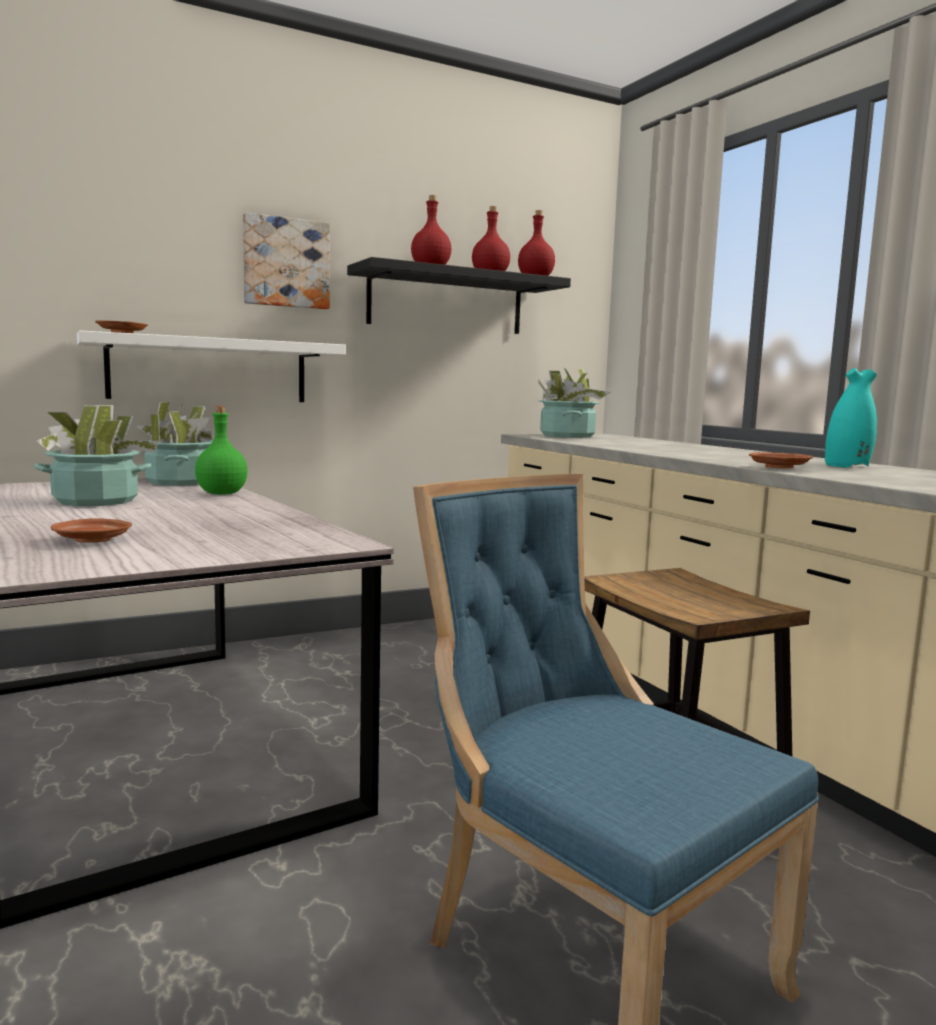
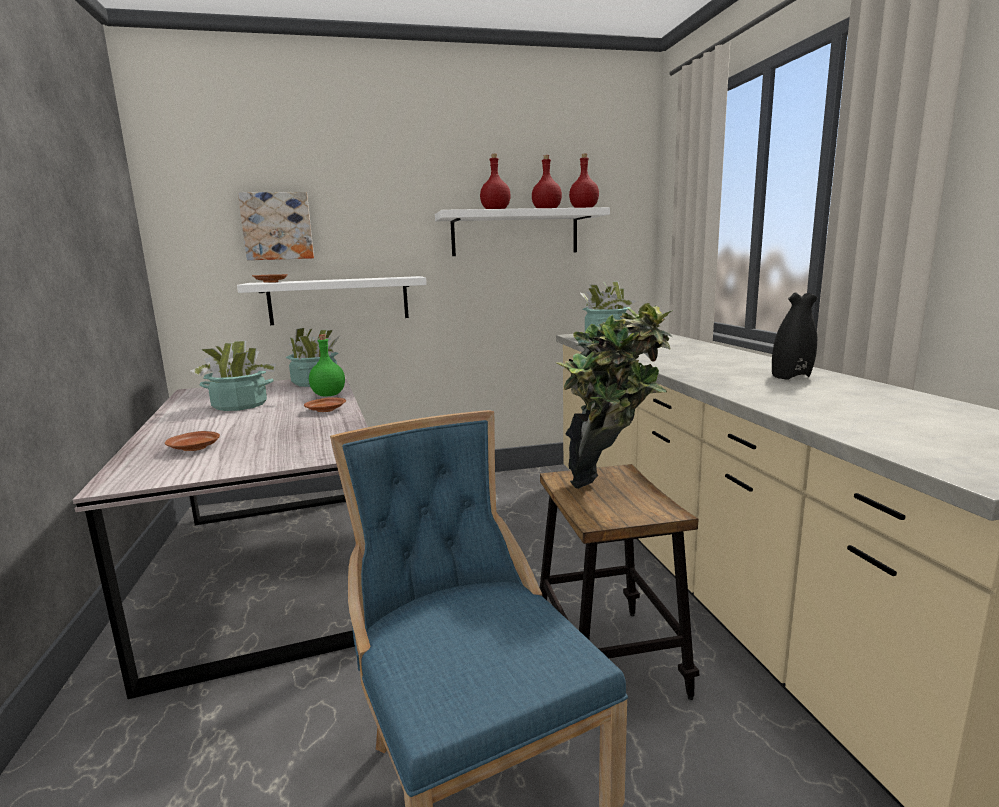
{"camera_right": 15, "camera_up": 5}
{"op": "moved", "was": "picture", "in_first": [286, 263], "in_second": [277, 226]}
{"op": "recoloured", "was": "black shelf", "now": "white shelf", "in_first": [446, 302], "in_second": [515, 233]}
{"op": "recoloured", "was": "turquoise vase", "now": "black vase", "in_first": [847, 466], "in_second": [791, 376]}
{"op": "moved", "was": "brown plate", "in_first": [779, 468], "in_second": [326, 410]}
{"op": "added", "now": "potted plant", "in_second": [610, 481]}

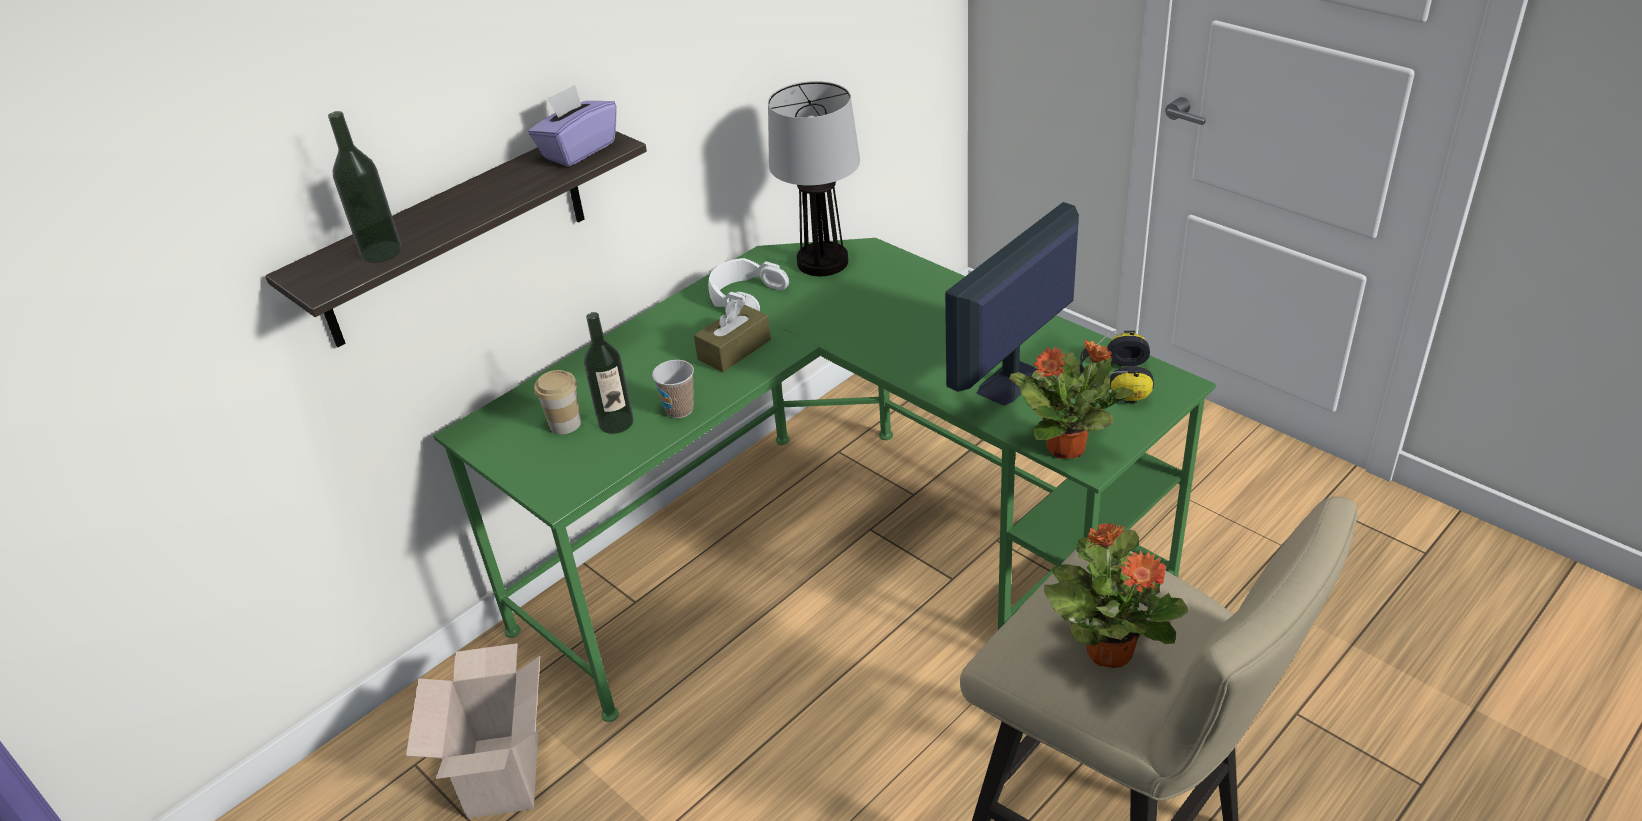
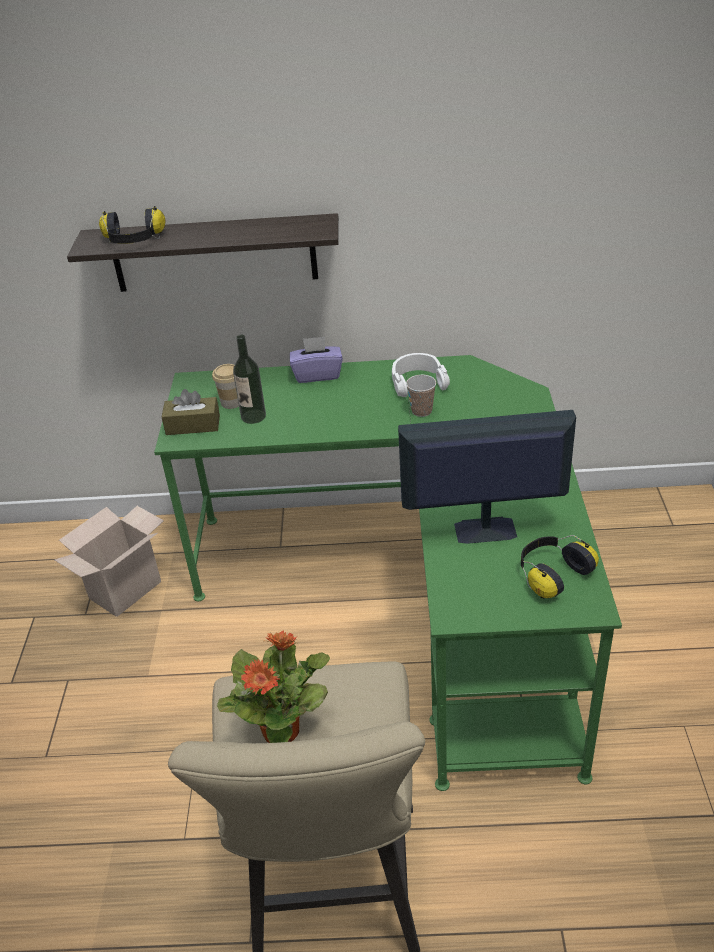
{"camera_right": 45, "camera_up": 0}
{"op": "removed", "was": "table lamp", "in_first": [822, 261]}
{"op": "moved", "was": "purple tissue box", "in_first": [578, 150], "in_second": [317, 374]}
{"op": "replaced", "was": "bottle", "now": "headphones", "in_first": [381, 252], "in_second": [134, 241]}
{"op": "moved", "was": "brown tissue box", "in_first": [734, 349], "in_second": [193, 425]}
{"op": "removed", "was": "potted plant", "in_first": [1067, 447]}
{"op": "moved", "was": "cup", "in_first": [679, 409], "in_second": [421, 411]}

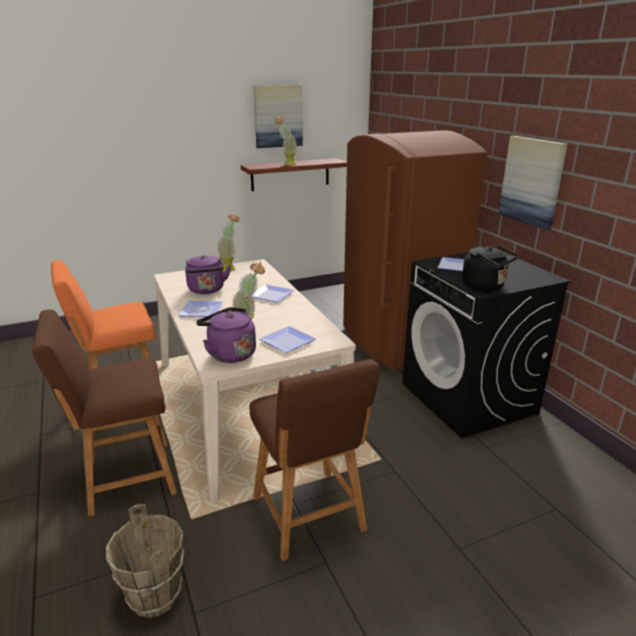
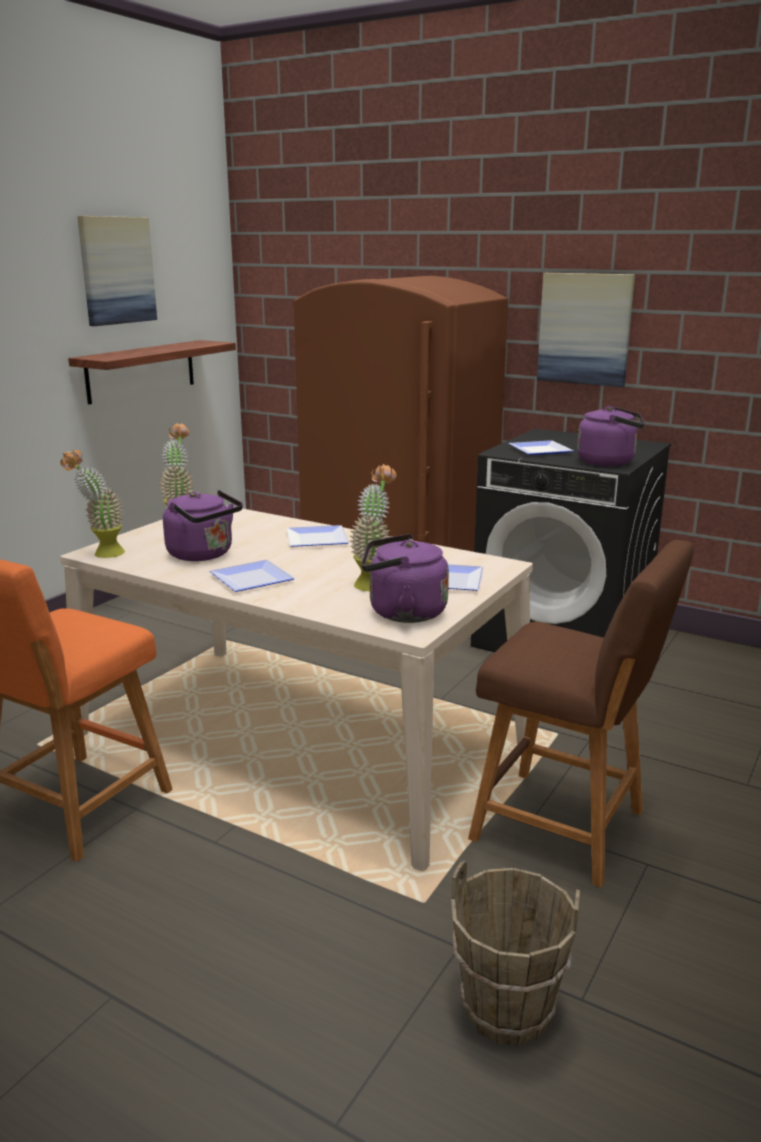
{"camera_right": -35, "camera_up": -5}
{"op": "moved", "was": "potted plant", "in_first": [286, 164], "in_second": [101, 554]}
{"op": "recoloured", "was": "black kettle", "now": "purple kettle", "in_first": [486, 286], "in_second": [609, 462]}
{"op": "removed", "was": "brown stool", "in_first": [125, 478]}

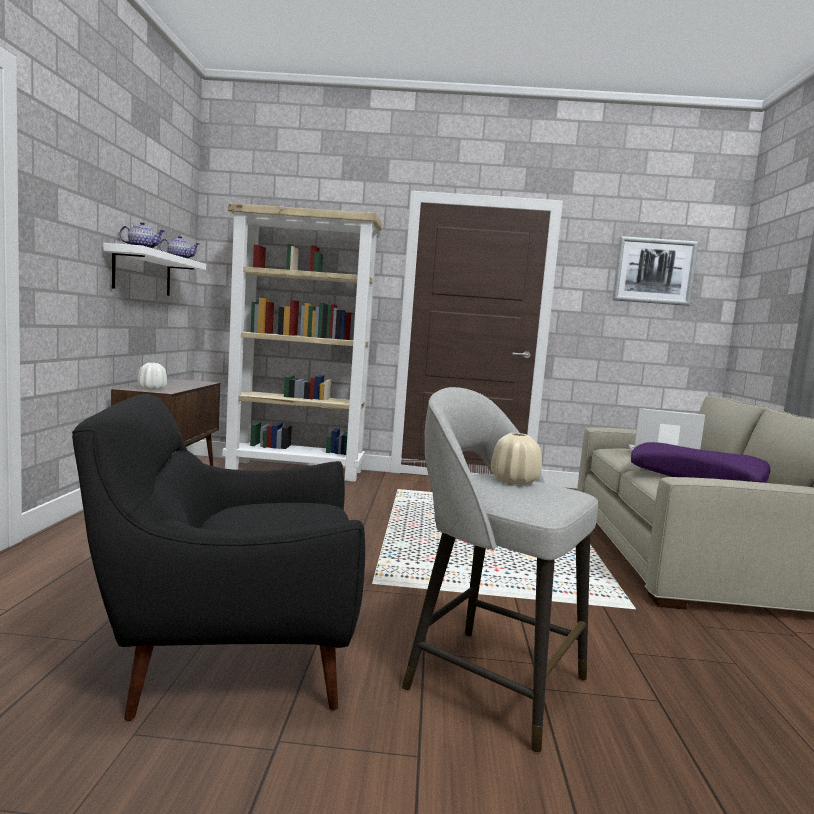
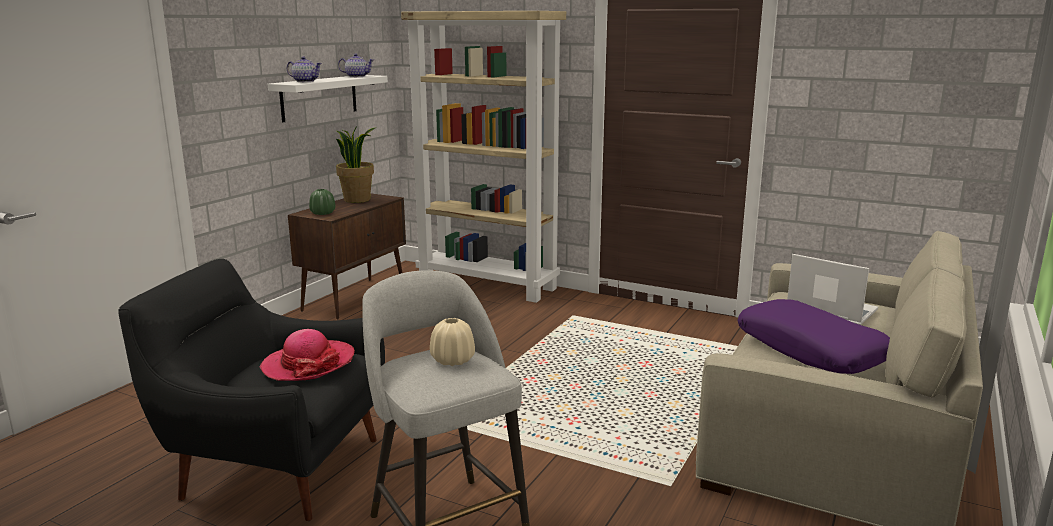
{"camera_right": 25, "camera_up": 10}
{"op": "removed", "was": "picture", "in_first": [654, 271]}
{"op": "recoloured", "was": "white vase", "now": "green vase", "in_first": [152, 389], "in_second": [322, 213]}
{"op": "added", "now": "potted plant", "in_second": [357, 199]}
{"op": "added", "now": "hat", "in_second": [308, 364]}

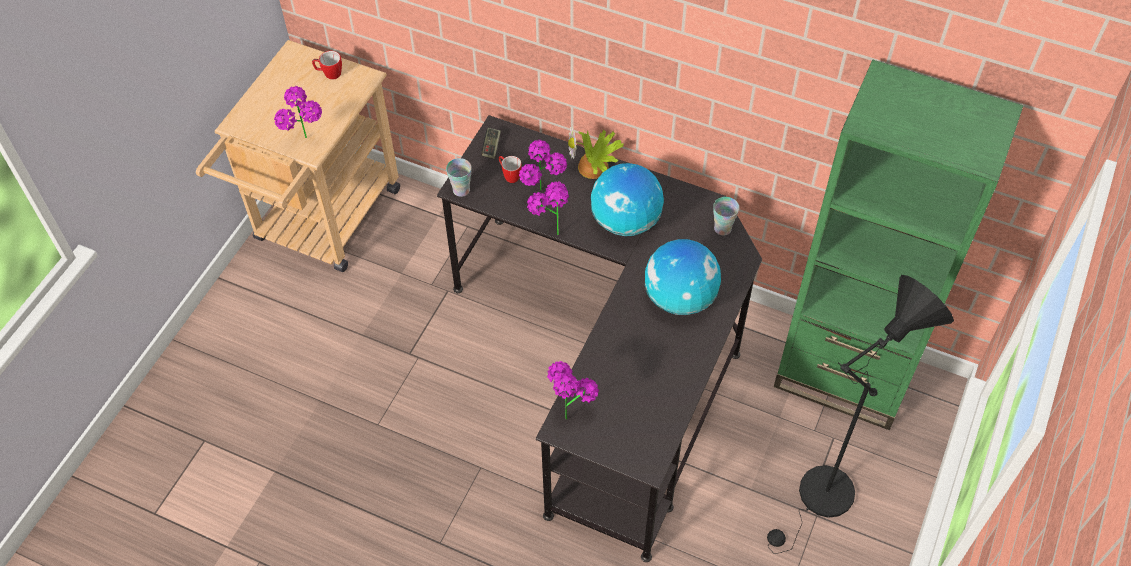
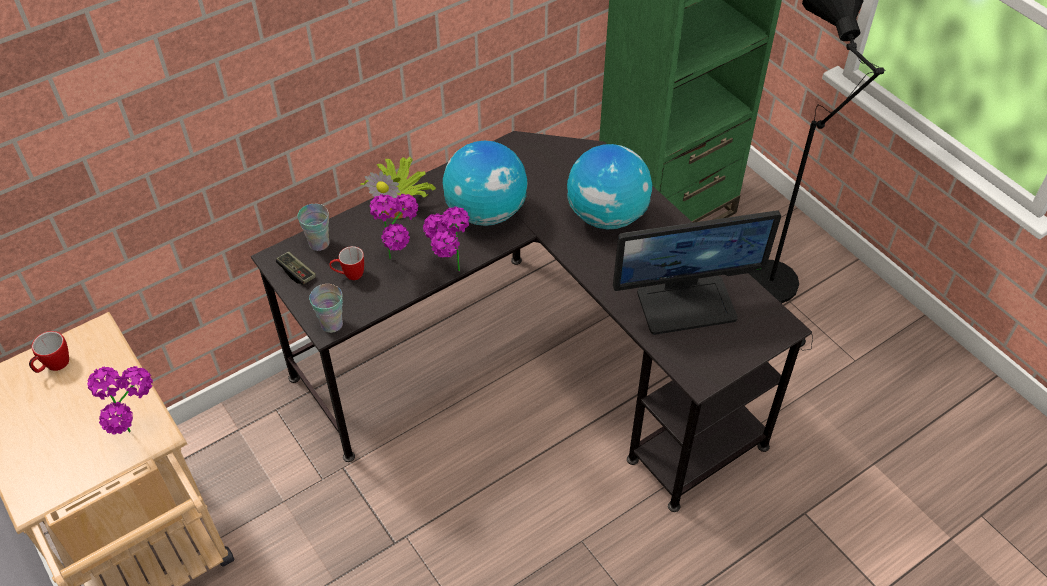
{"camera_right": -60, "camera_up": -5}
{"op": "moved", "was": "cup", "in_first": [722, 228], "in_second": [319, 243]}
{"op": "removed", "was": "potted plant", "in_first": [569, 411]}
{"op": "added", "now": "monitor", "in_second": [686, 303]}

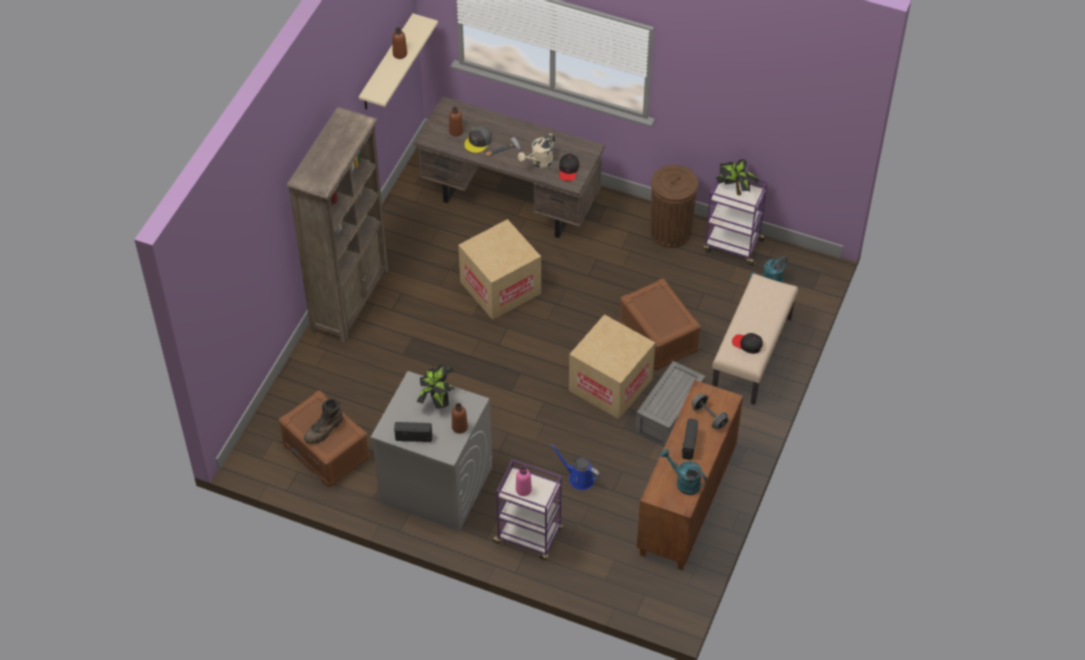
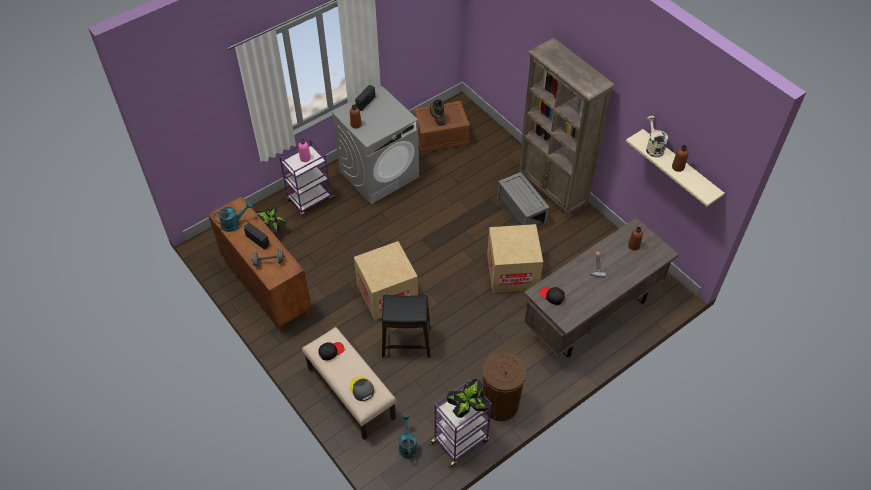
{"camera_right": 120, "camera_up": 0}
{"op": "moved", "was": "grey cap", "in_first": [478, 141], "in_second": [362, 389]}
{"op": "moved", "was": "beige watering can", "in_first": [539, 162], "in_second": [653, 147]}
{"op": "replaced", "was": "brown storage box", "now": "black stool", "in_first": [659, 337], "in_second": [406, 343]}
{"op": "moved", "was": "grey storage box", "in_first": [669, 416], "in_second": [520, 210]}
{"op": "moved", "was": "potted plant", "in_first": [437, 399], "in_second": [272, 230]}
{"op": "removed", "was": "blue watering can", "in_first": [579, 478]}

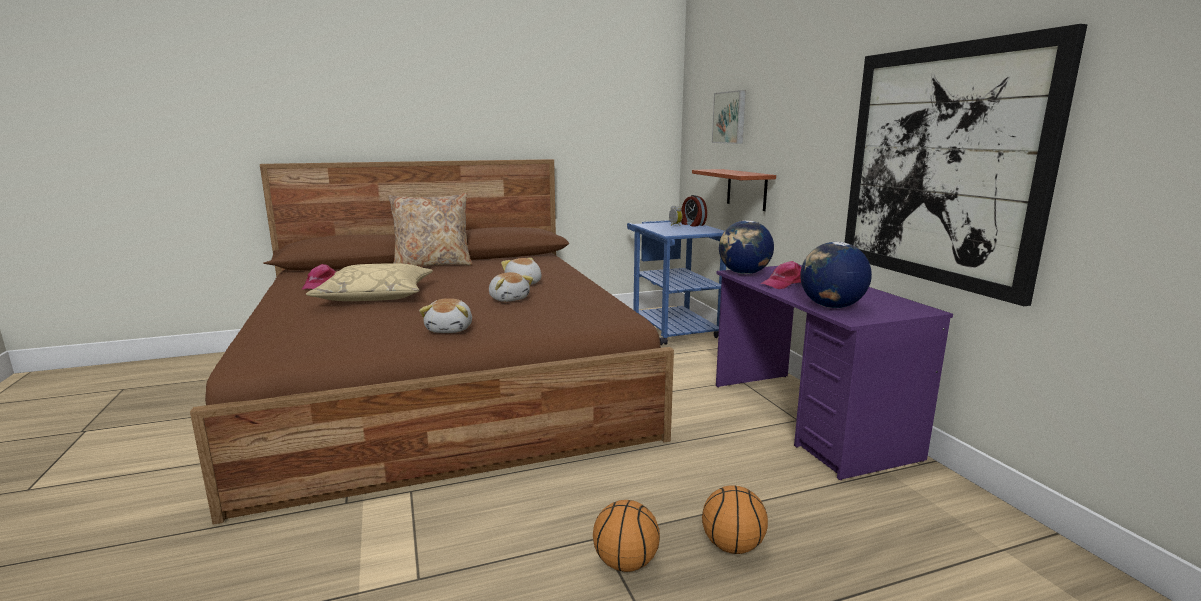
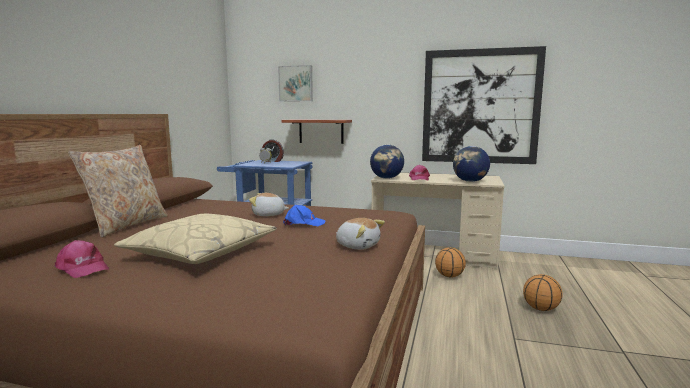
{"camera_right": -55, "camera_up": -5}
{"op": "recoloured", "was": "purple desk", "now": "beige desk", "in_first": [807, 419], "in_second": [434, 255]}
{"op": "replaced", "was": "plush toy", "now": "blue cap", "in_first": [509, 299], "in_second": [303, 223]}
{"op": "moved", "was": "basketball", "in_first": [625, 562], "in_second": [449, 276]}

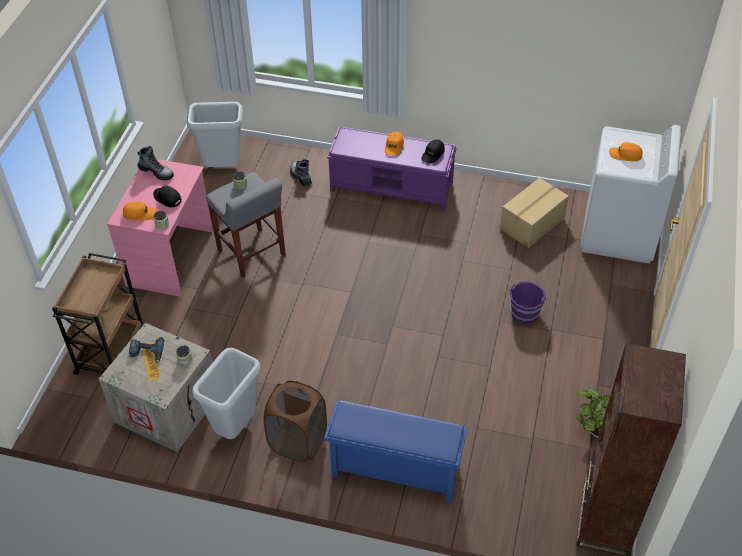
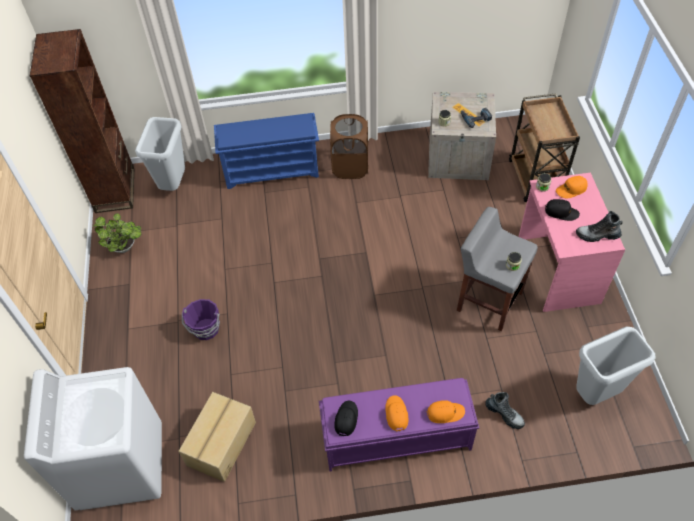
{"camera_right": 160, "camera_up": 5}
{"op": "moved", "was": "orange cap", "in_first": [625, 155], "in_second": [445, 413]}
{"op": "moved", "was": "grey trash can", "in_first": [235, 426], "in_second": [174, 185]}

